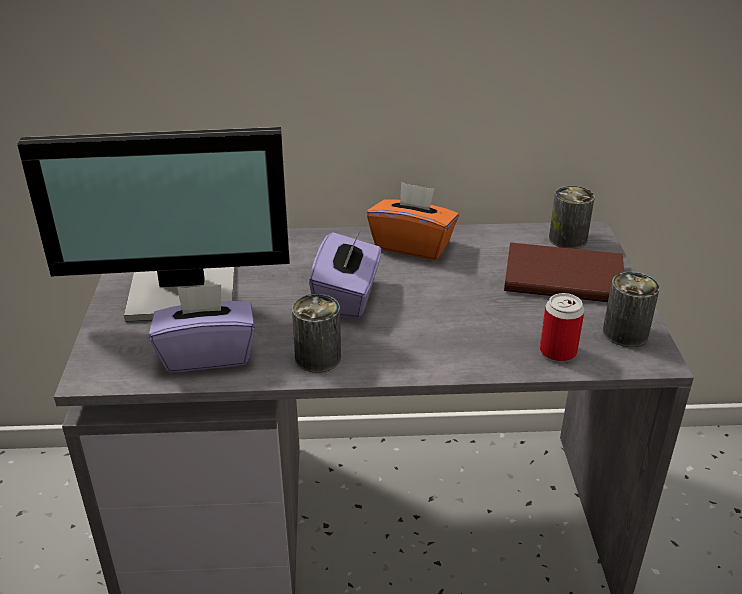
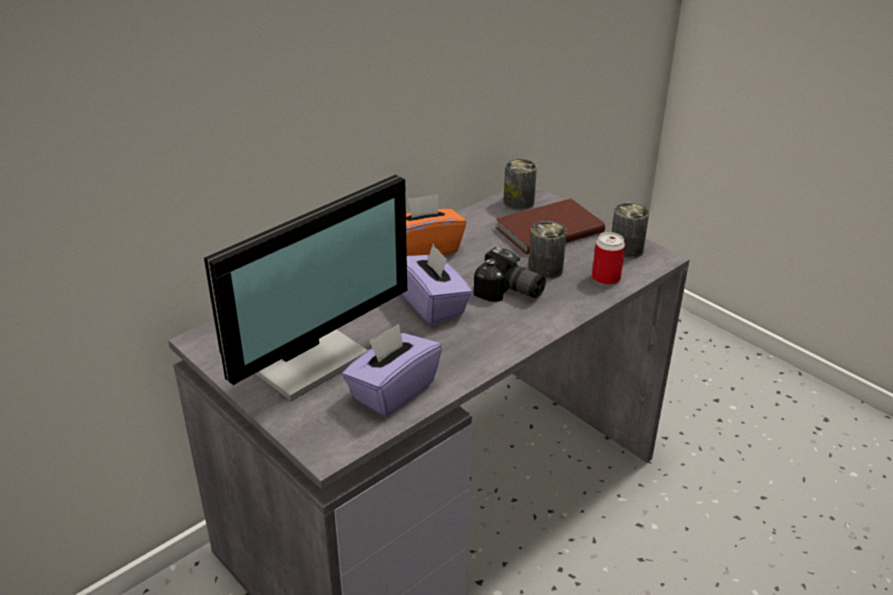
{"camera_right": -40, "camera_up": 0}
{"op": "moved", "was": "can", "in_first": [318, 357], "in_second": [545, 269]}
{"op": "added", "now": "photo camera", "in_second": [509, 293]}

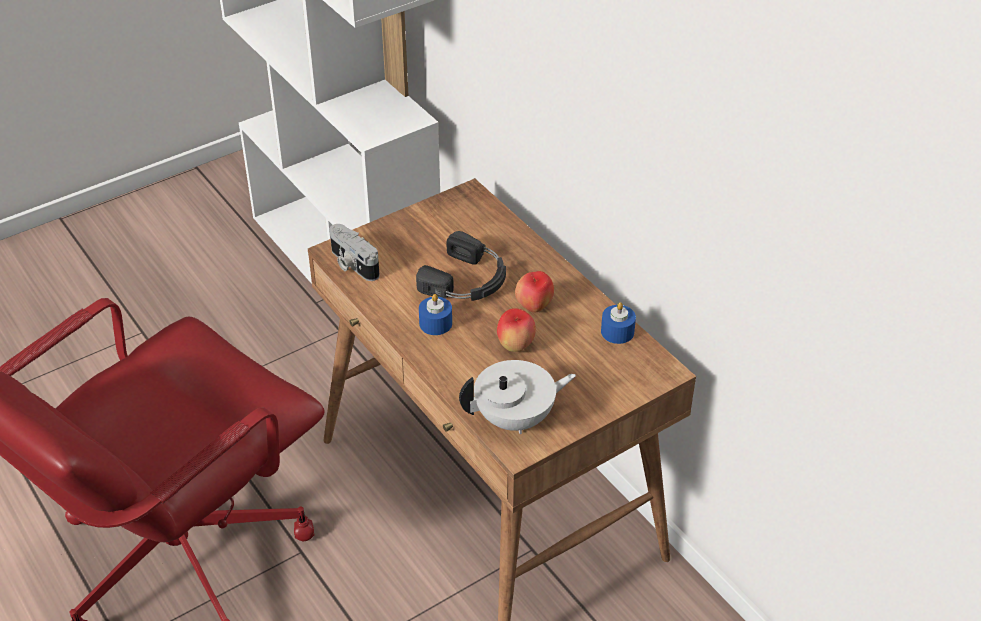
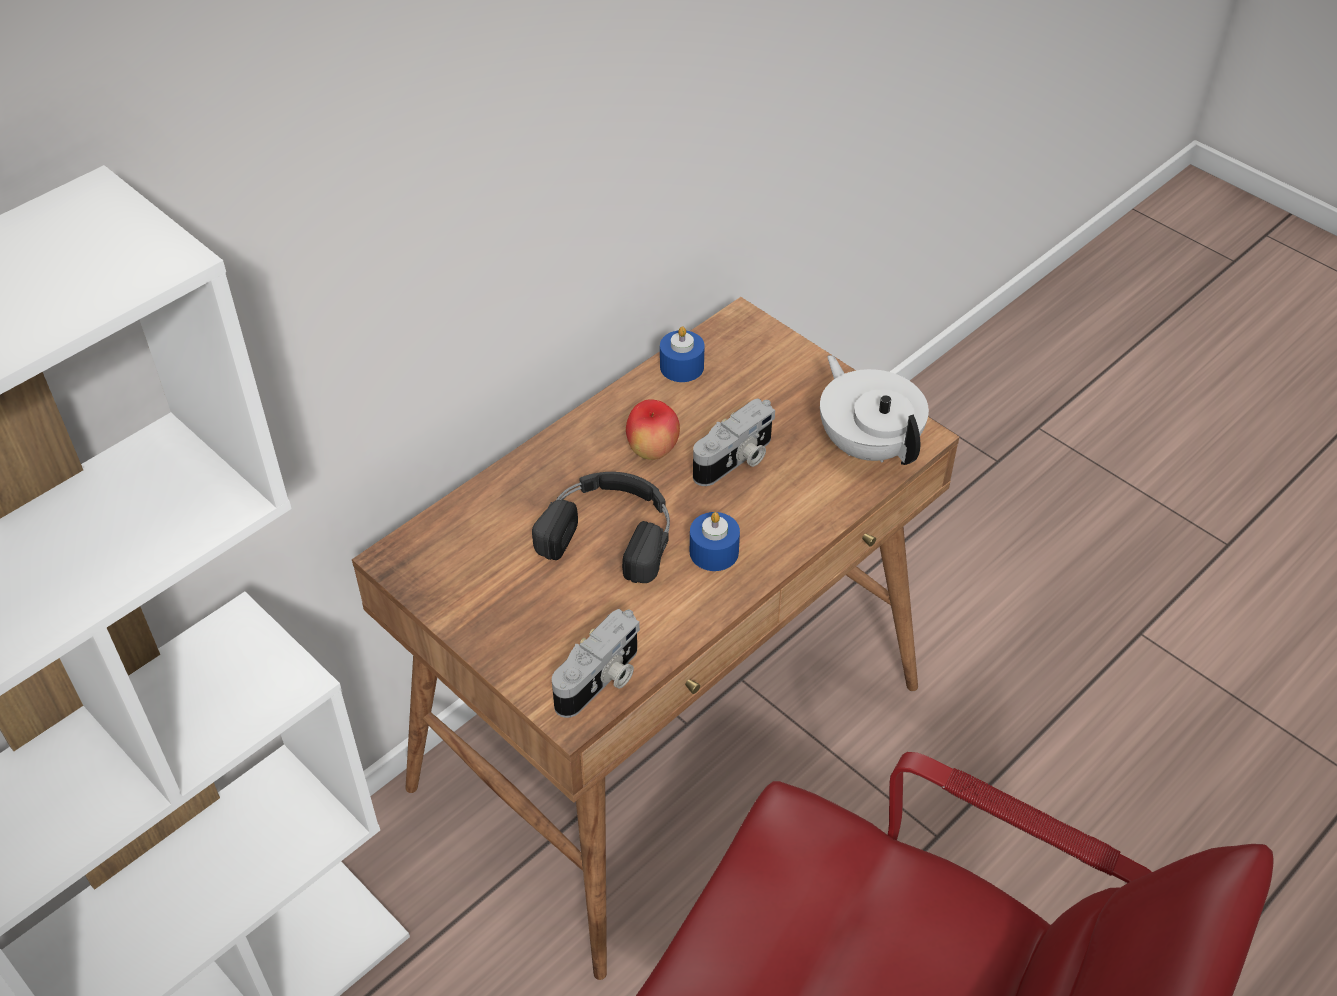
{"camera_right": -100, "camera_up": 5}
{"op": "replaced", "was": "apple", "now": "photo camera", "in_first": [515, 346], "in_second": [736, 460]}

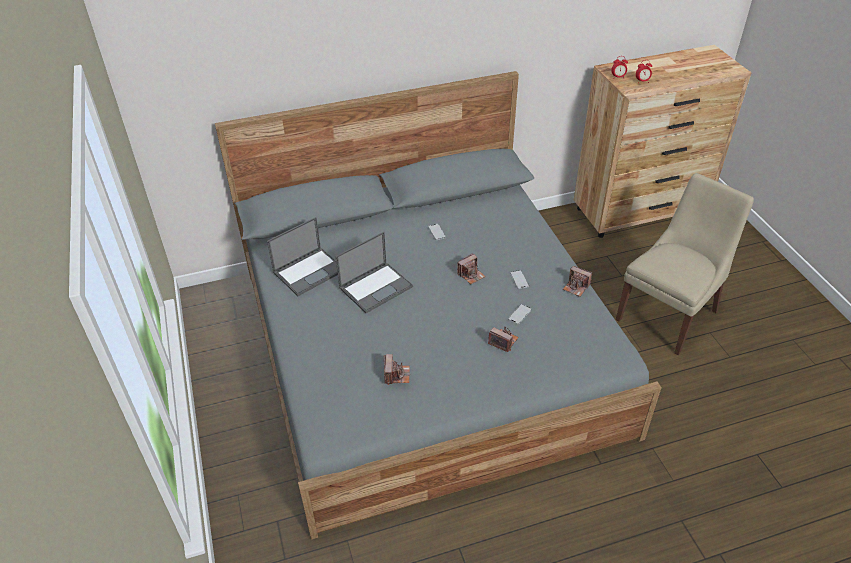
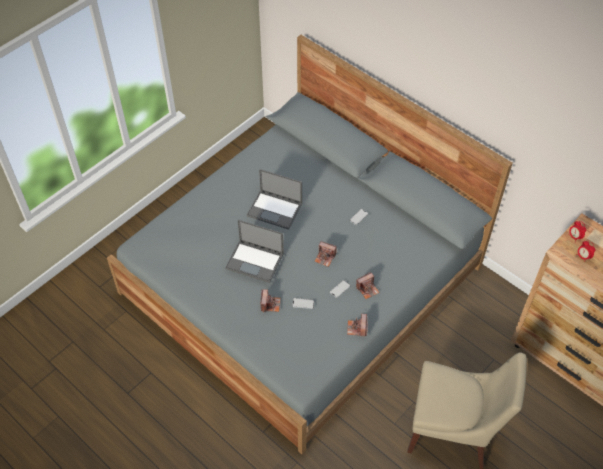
{"camera_right": 60, "camera_up": 10}
{"op": "moved", "was": "laptop", "in_first": [309, 271], "in_second": [255, 261]}
{"op": "moved", "was": "photo camera", "in_first": [396, 375], "in_second": [367, 289]}

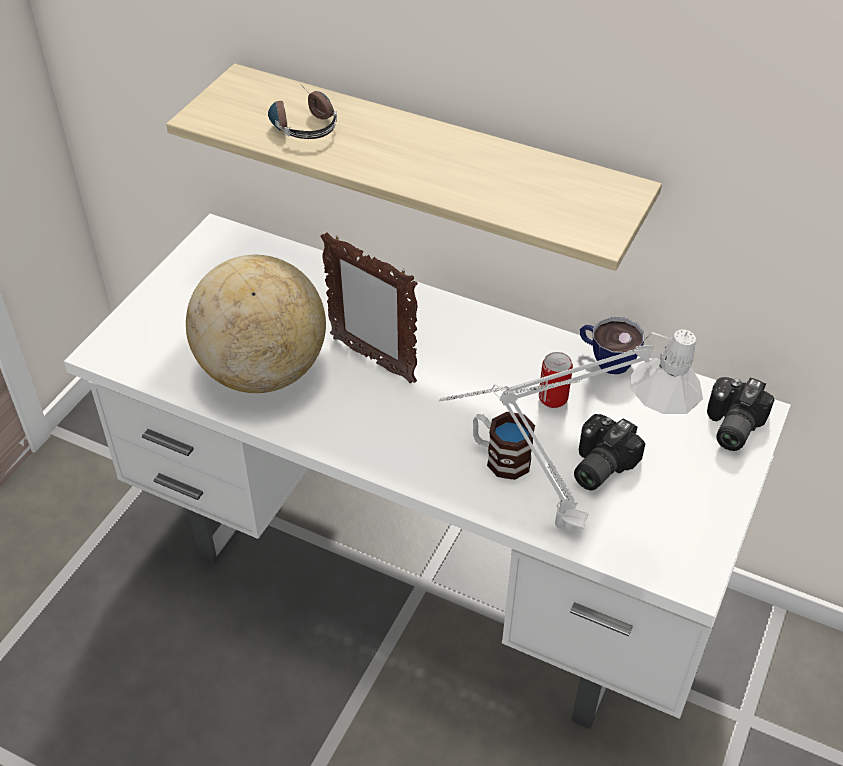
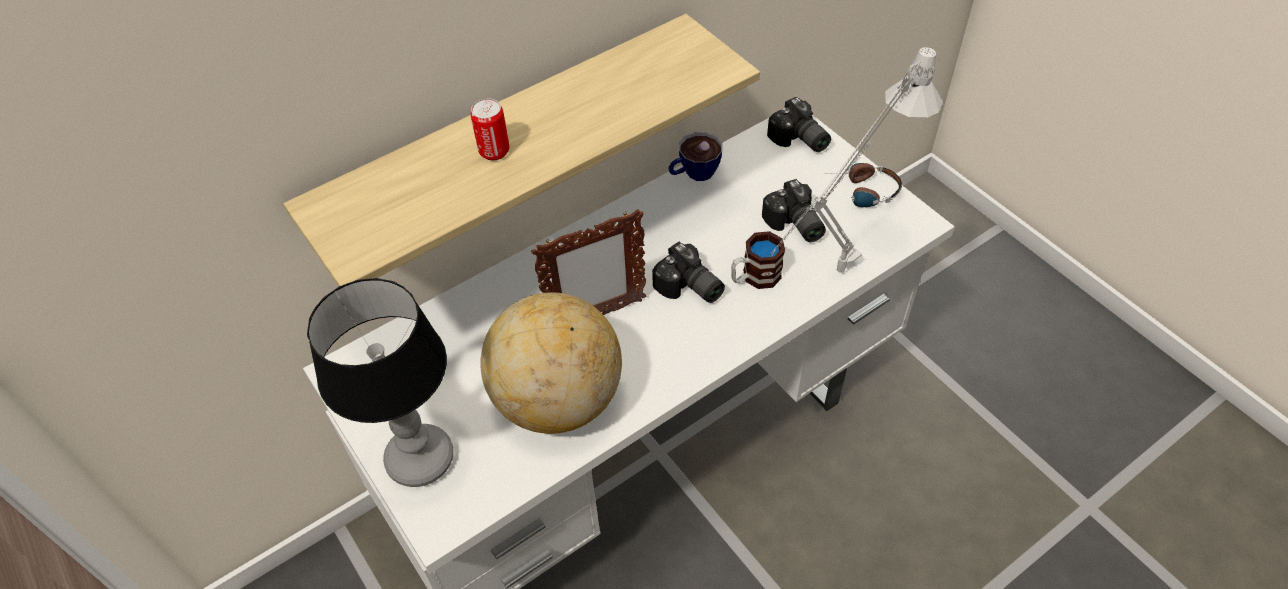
{"camera_right": -60, "camera_up": 5}
{"op": "moved", "was": "headphones", "in_first": [301, 122], "in_second": [861, 192]}
{"op": "moved", "was": "can", "in_first": [553, 399], "in_second": [494, 152]}
{"op": "added", "now": "photo camera", "in_second": [689, 288]}
{"op": "added", "now": "table lamp", "in_second": [421, 457]}

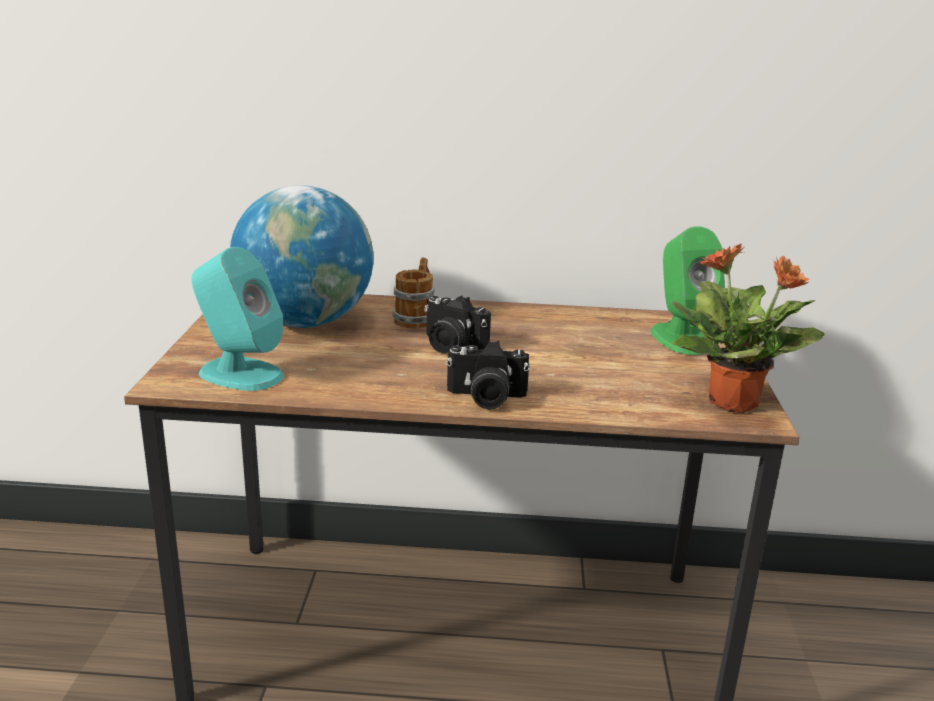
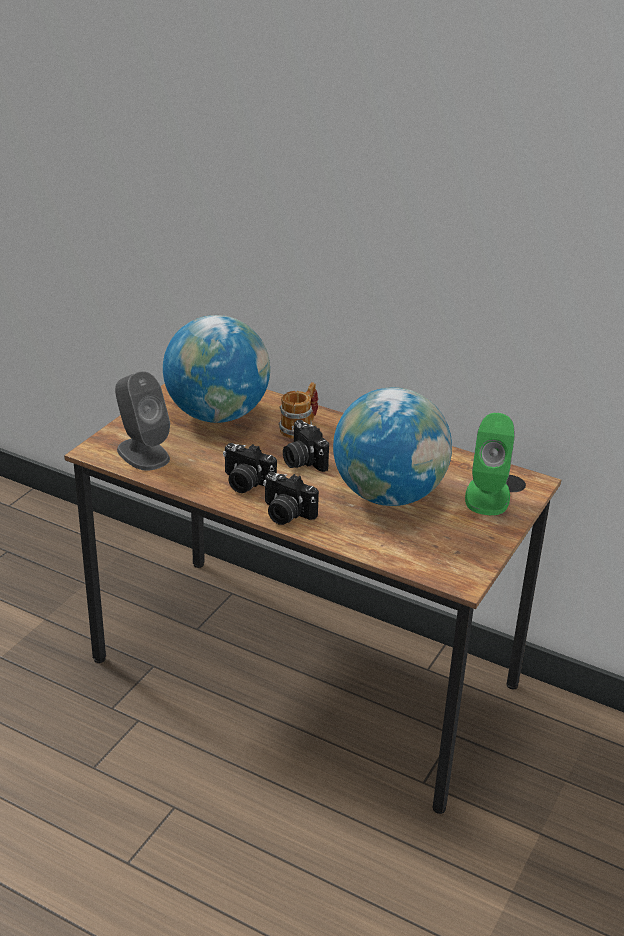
{"camera_right": 25, "camera_up": 10}
{"op": "removed", "was": "potted plant", "in_first": [734, 403]}
{"op": "recoloured", "was": "turquoise speaker", "now": "grey speaker", "in_first": [240, 374], "in_second": [143, 453]}
{"op": "added", "now": "globe", "in_second": [388, 495]}
{"op": "added", "now": "photo camera", "in_second": [245, 483]}

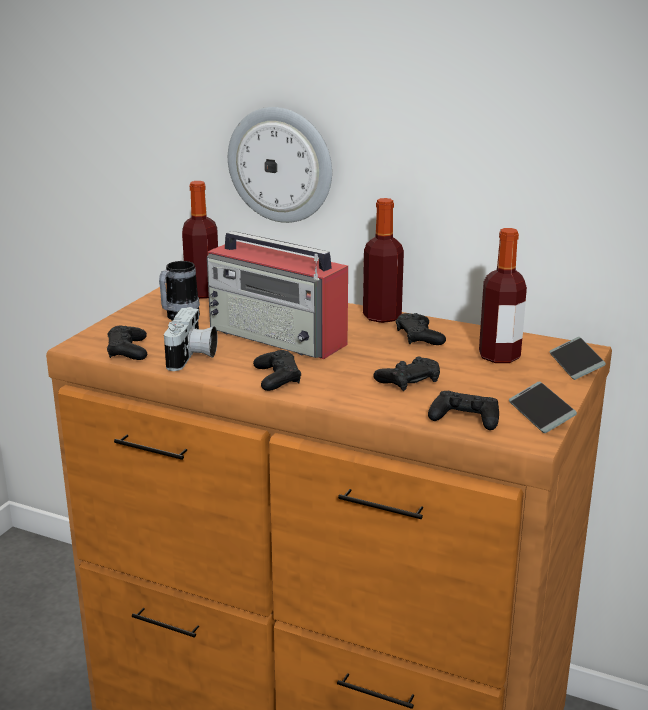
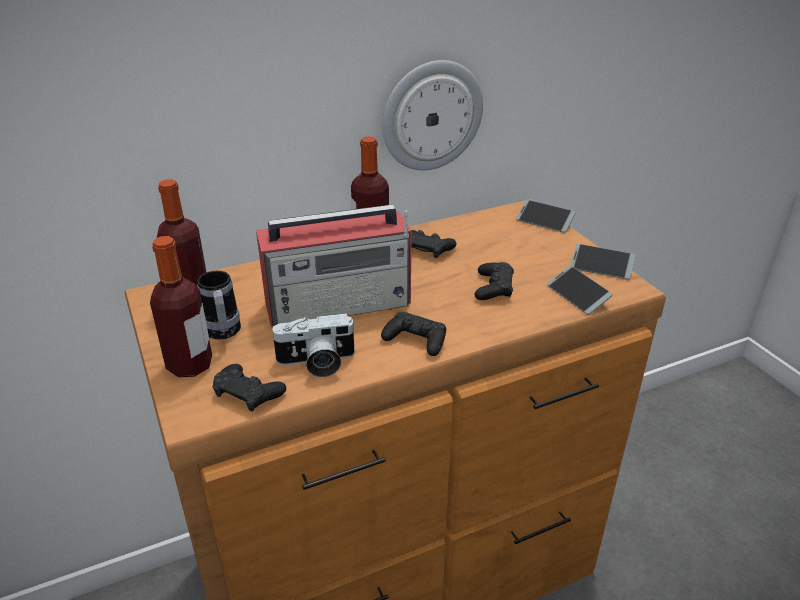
{"camera_right": -50, "camera_up": 10}
{"op": "moved", "was": "wall clock", "in_first": [281, 165], "in_second": [431, 116]}
{"op": "moved", "was": "bottle", "in_first": [499, 356], "in_second": [190, 365]}
{"op": "turned", "was": "photo camera", "in_first": [192, 357], "in_second": [316, 363], "clockwise": 120}
{"op": "replaced", "was": "black game controller", "now": "phone", "in_first": [465, 418], "in_second": [577, 295]}

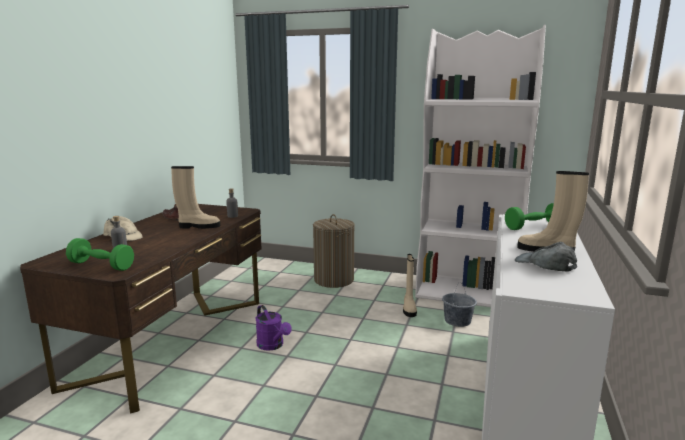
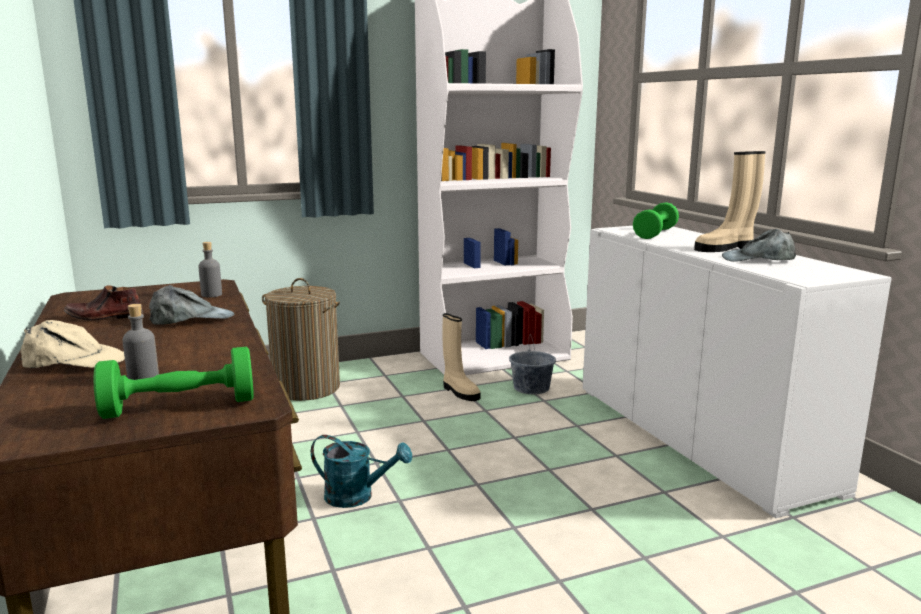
{"camera_right": -40, "camera_up": 0}
{"op": "replaced", "was": "beige boot", "now": "grey cap", "in_first": [198, 226], "in_second": [192, 318]}
{"op": "recoloured", "was": "purple watering can", "now": "turquoise watering can", "in_first": [272, 345], "in_second": [357, 496]}

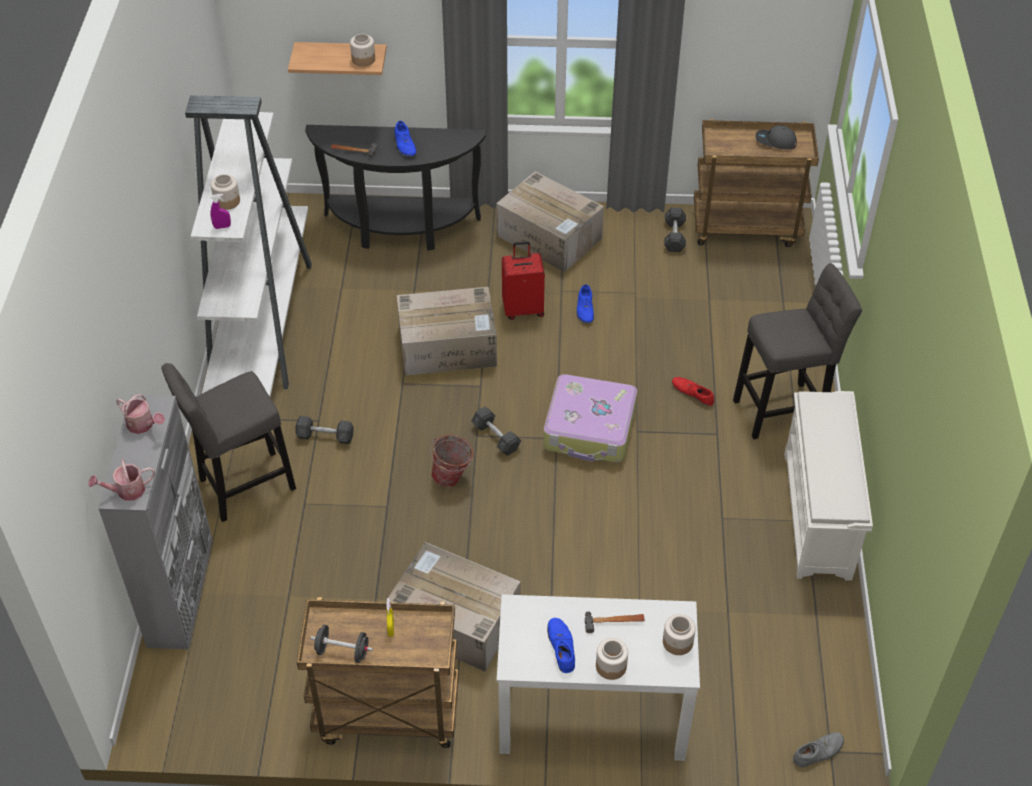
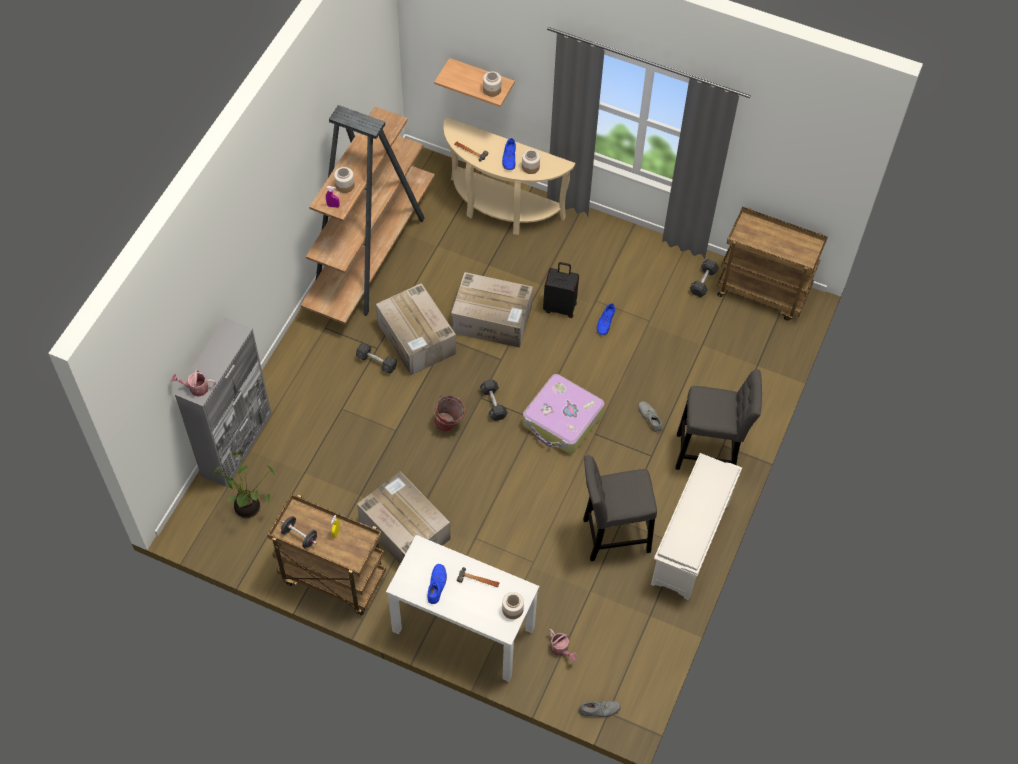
{"camera_right": 20, "camera_up": 10}
{"op": "recoloured", "was": "white bookcase", "now": "brown bookcase", "in_first": [262, 320], "in_second": [370, 254]}
{"op": "recoloured", "was": "black console table", "now": "beige console table", "in_first": [400, 229], "in_second": [501, 209]}
{"op": "removed", "was": "grey cap", "in_first": [775, 142]}
{"op": "moved", "was": "cardboard box", "in_first": [550, 237], "in_second": [417, 339]}
{"op": "recoloured", "was": "red suitcase", "now": "black suitcase", "in_first": [523, 309], "in_second": [560, 307]}
{"op": "moved", "was": "grey stool", "in_first": [242, 487], "in_second": [612, 536]}
{"op": "recoloured", "was": "red shoe", "now": "grey shoe", "in_first": [692, 393], "in_second": [650, 418]}
{"op": "moved", "was": "watering can", "in_first": [143, 425], "in_second": [561, 649]}
{"op": "moved", "was": "jar", "in_first": [611, 666], "in_second": [530, 167]}
{"op": "added", "now": "potted plant", "in_second": [249, 506]}

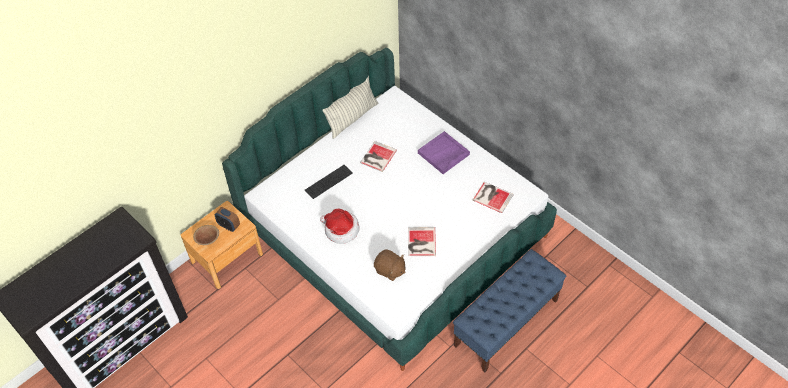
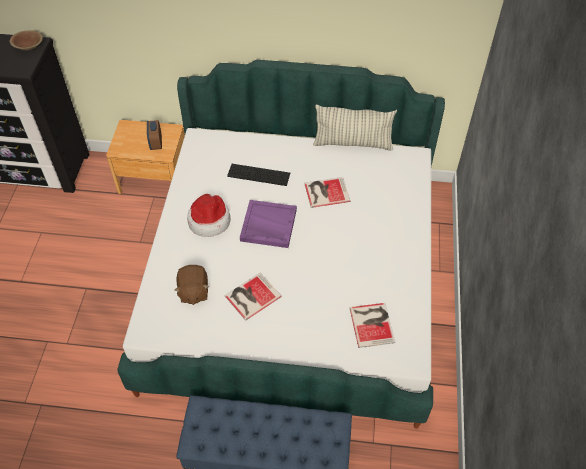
{"camera_right": 50, "camera_up": 0}
{"op": "moved", "was": "purple tray", "in_first": [443, 154], "in_second": [268, 225]}
{"op": "moved", "was": "brown bowl", "in_first": [207, 239], "in_second": [29, 46]}

